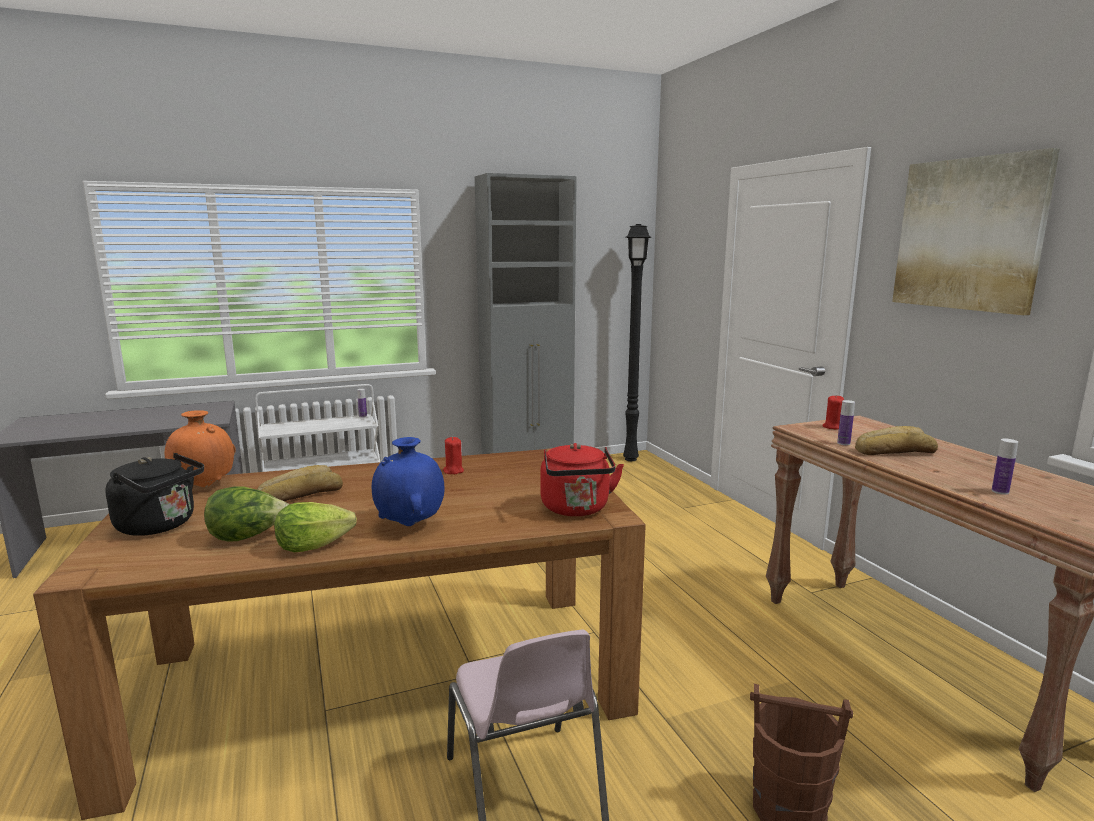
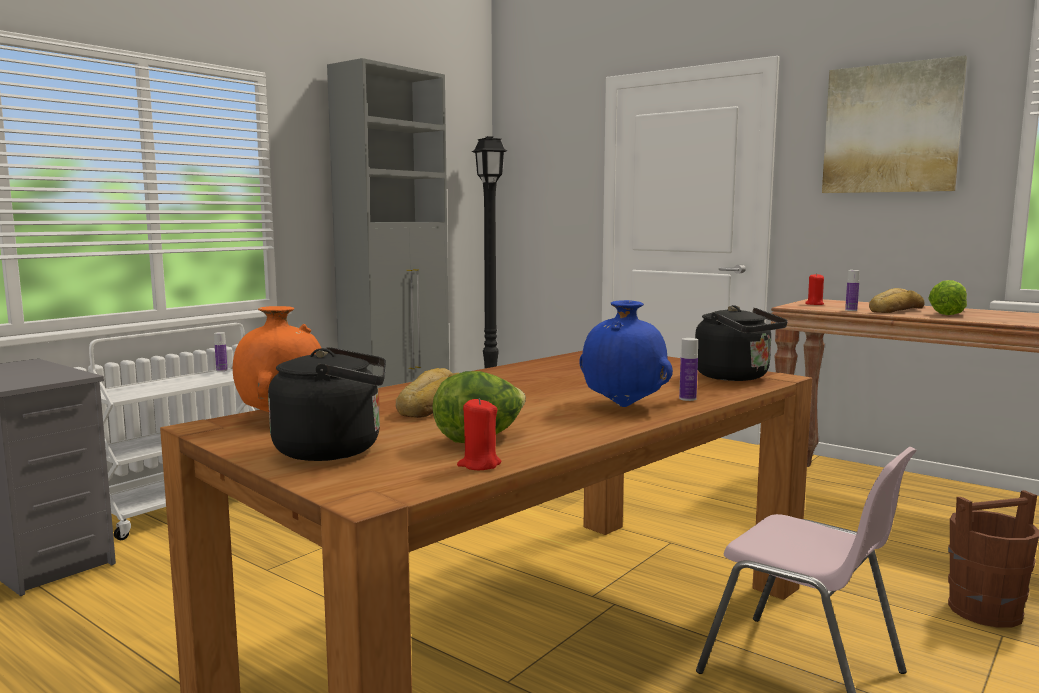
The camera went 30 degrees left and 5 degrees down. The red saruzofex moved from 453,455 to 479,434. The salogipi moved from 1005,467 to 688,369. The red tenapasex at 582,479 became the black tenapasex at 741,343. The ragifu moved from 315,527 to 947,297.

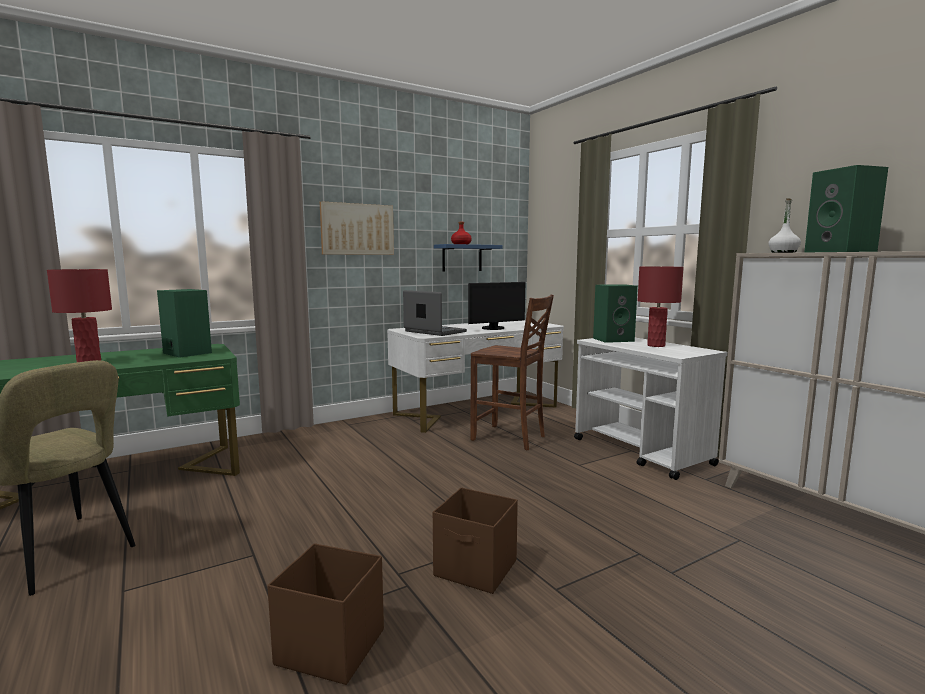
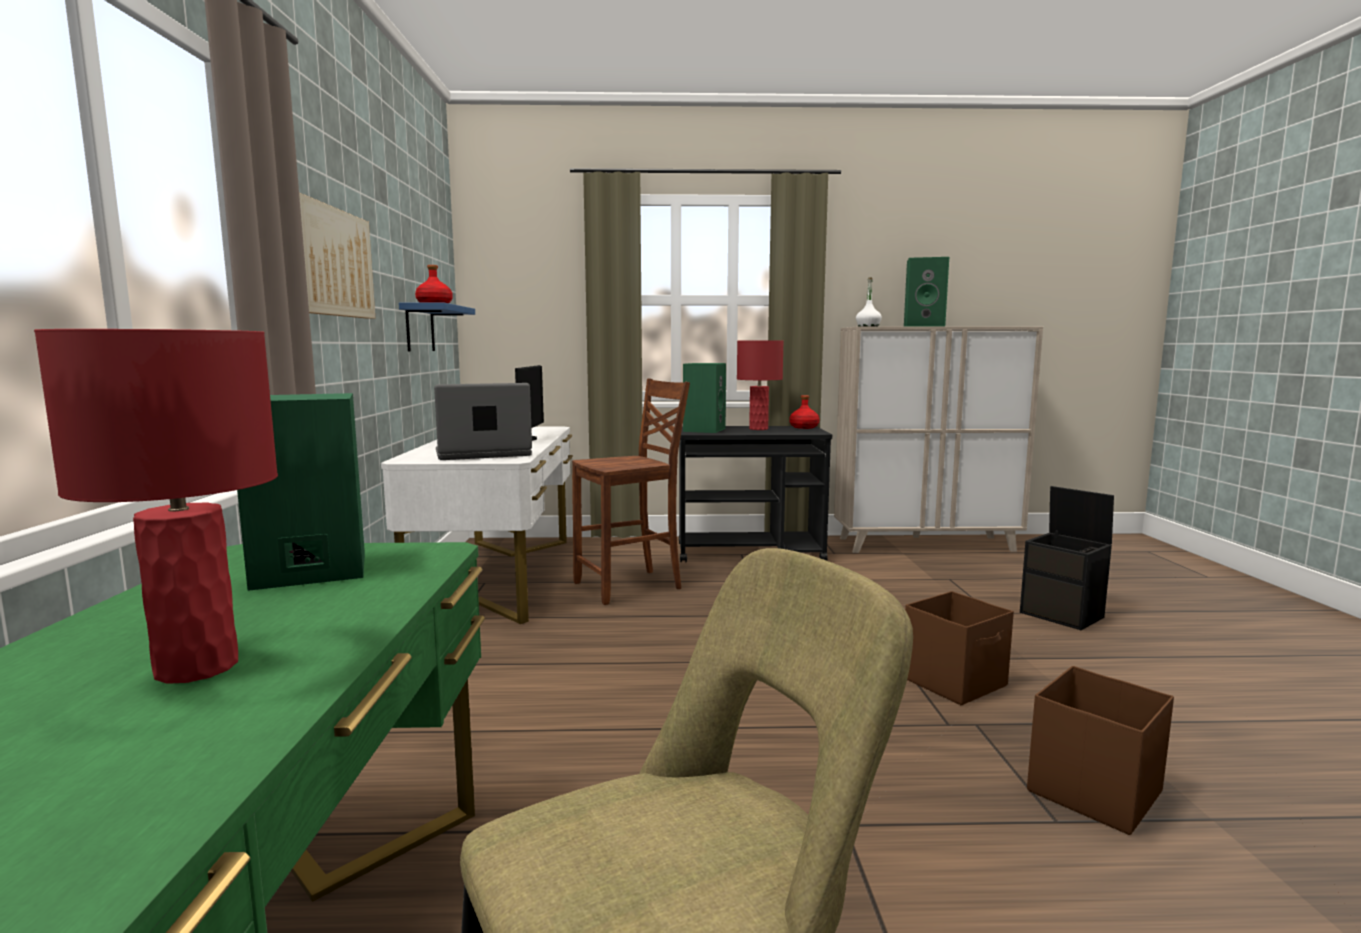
The camera went 60 degrees left and 0 degrees up. The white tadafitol at 650,409 became the black tadafitol at 755,494. The red salogipi at 804,412 appeared. The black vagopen at 1067,558 appeared.

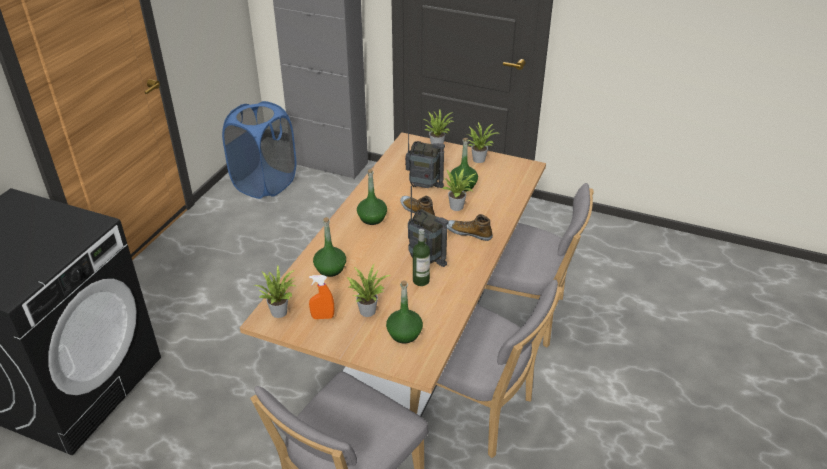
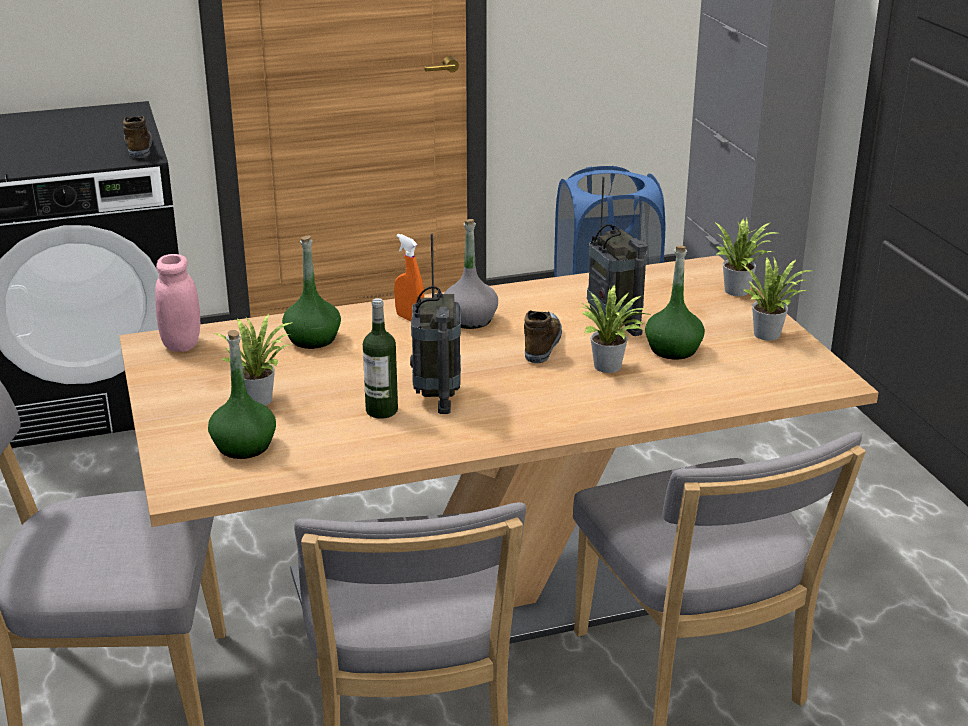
The camera went 50 degrees right and 10 degrees down. The green salogipi at 372,197 became the grey salogipi at 471,274. The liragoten moved from 470,227 to 137,136. The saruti at 274,291 was replaced by the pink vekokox at 177,303. The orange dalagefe moved from 321,297 to 409,277.

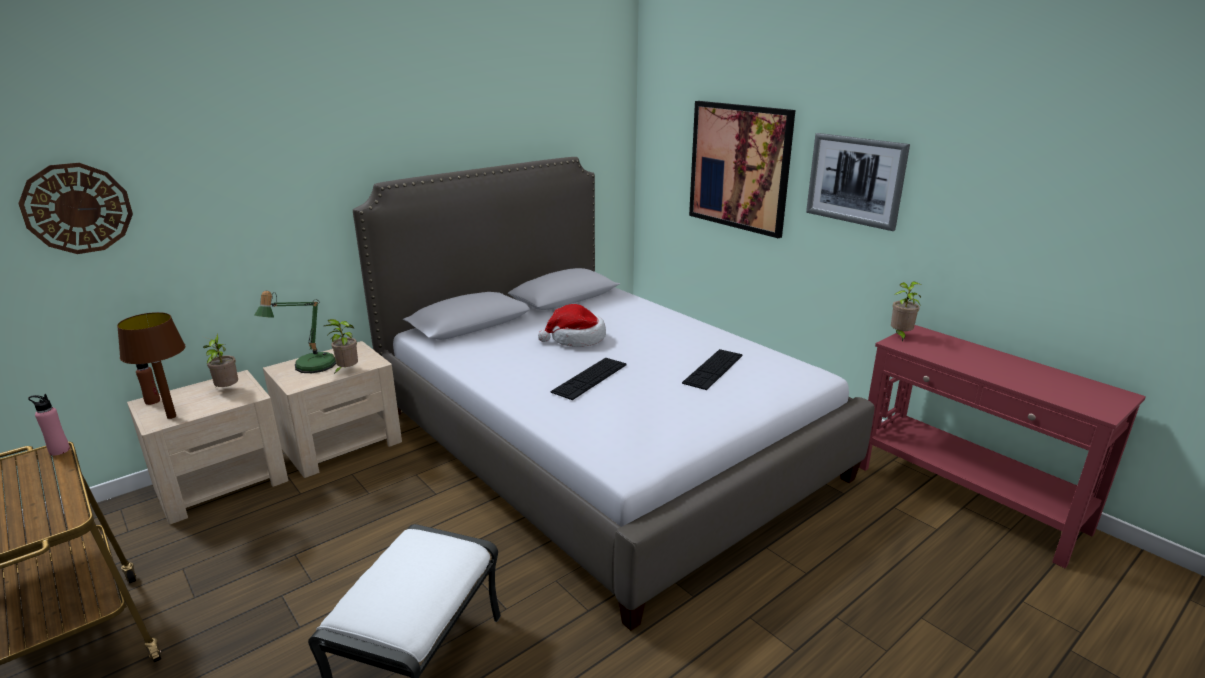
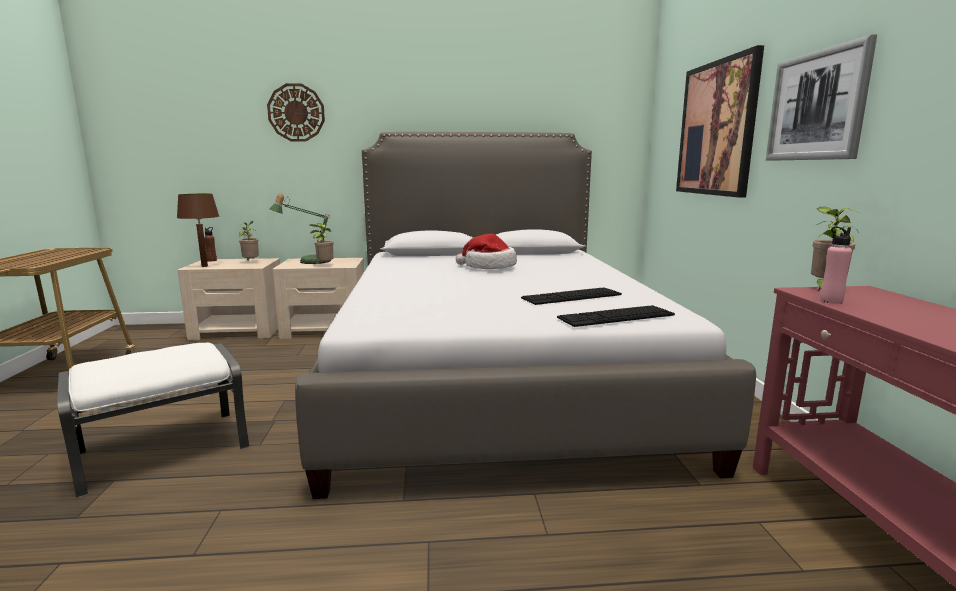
The camera went 35 degrees right and 10 degrees down. The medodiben moved from 75,208 to 296,112. The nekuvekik moved from 589,379 to 616,316. The pink salogipi moved from 49,425 to 836,265.

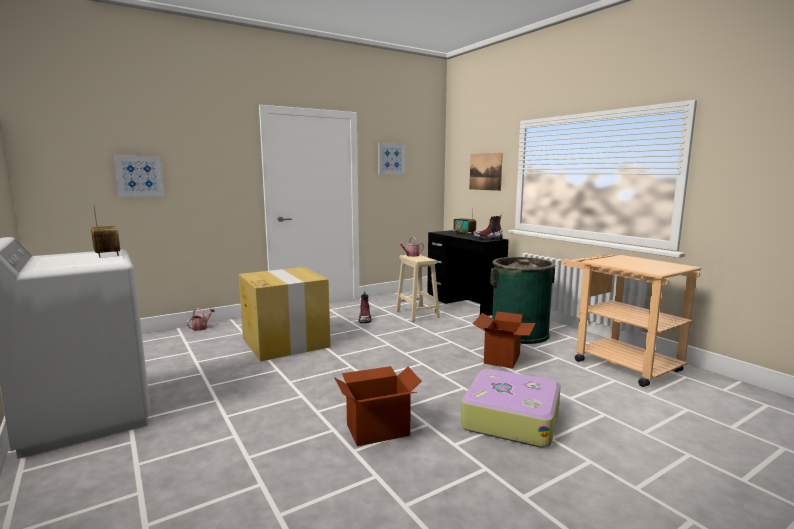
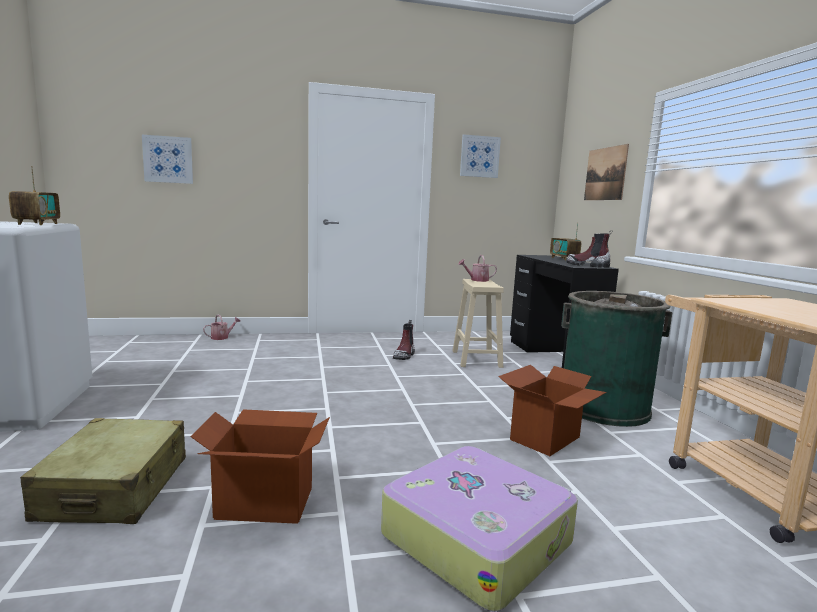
The camera went 20 degrees right and 0 degrees up. The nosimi at 285,314 disappeared. The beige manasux at 103,471 appeared.

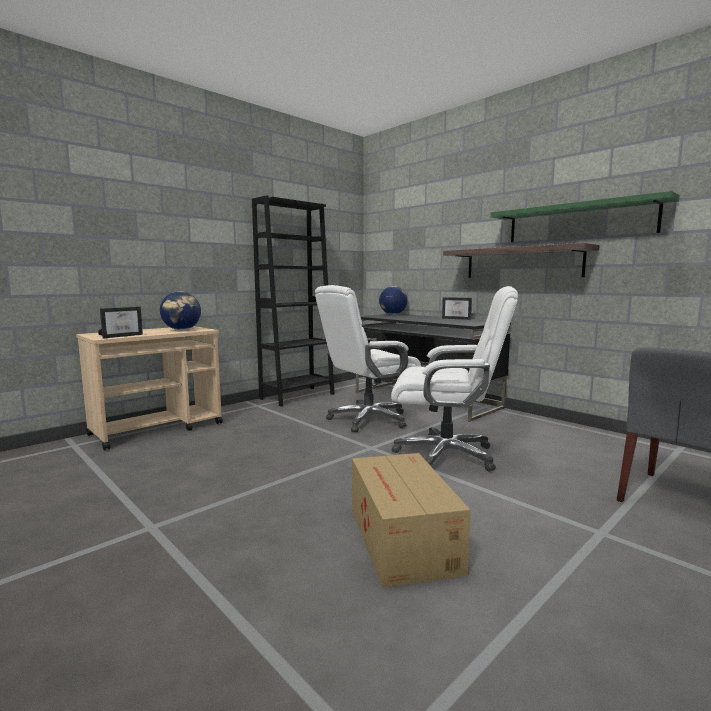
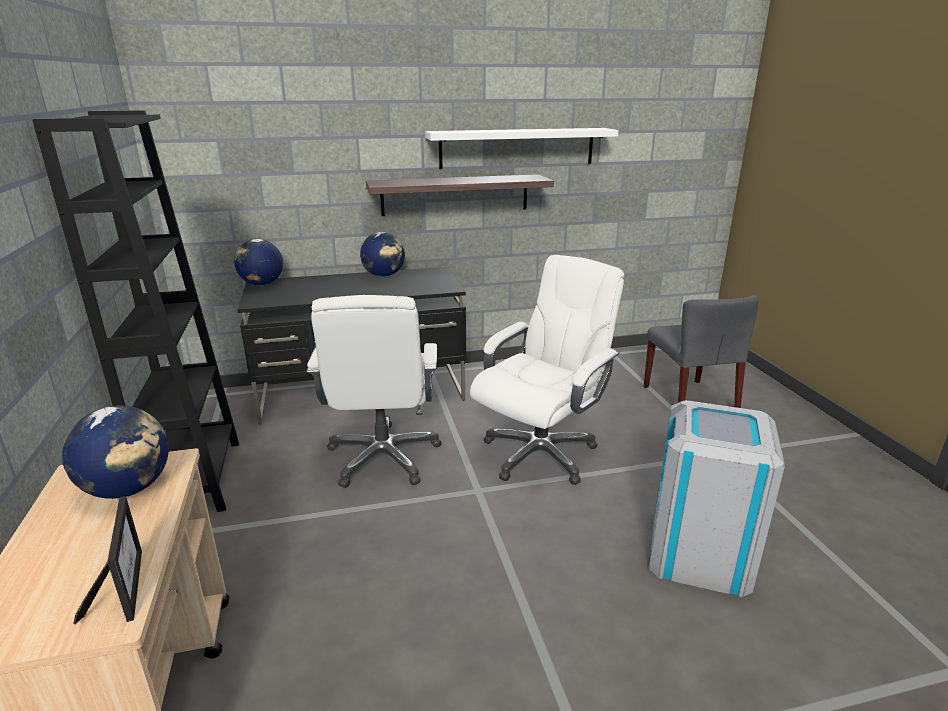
The camera went 60 degrees left and 15 degrees up. The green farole at 585,216 became the white farole at 521,148. The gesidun at 457,308 was replaced by the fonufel at 382,254. The nosimi at 411,520 was replaced by the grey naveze at 717,498.

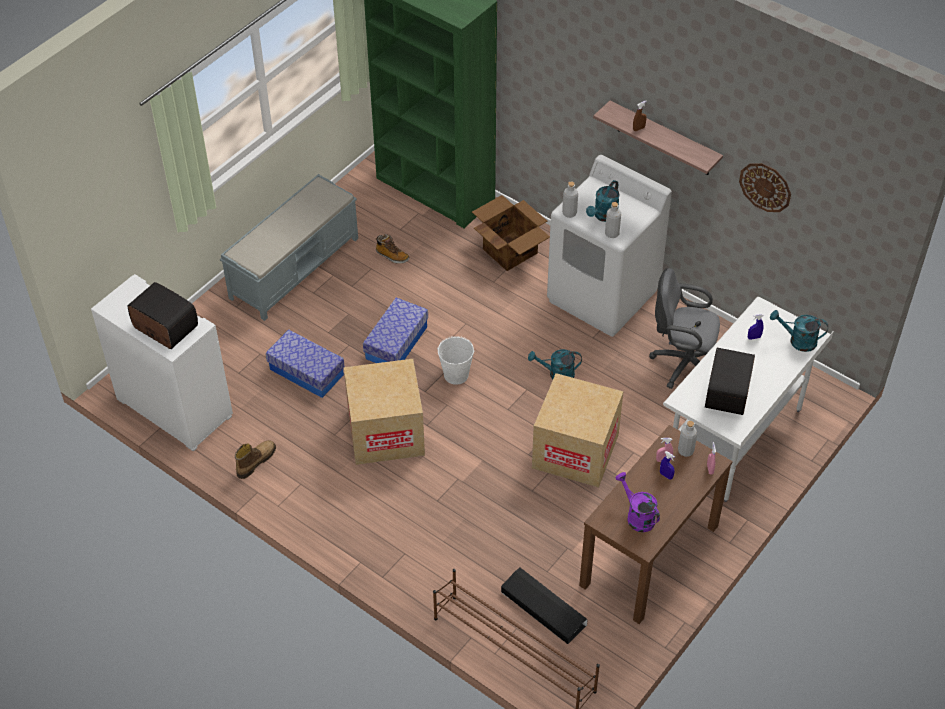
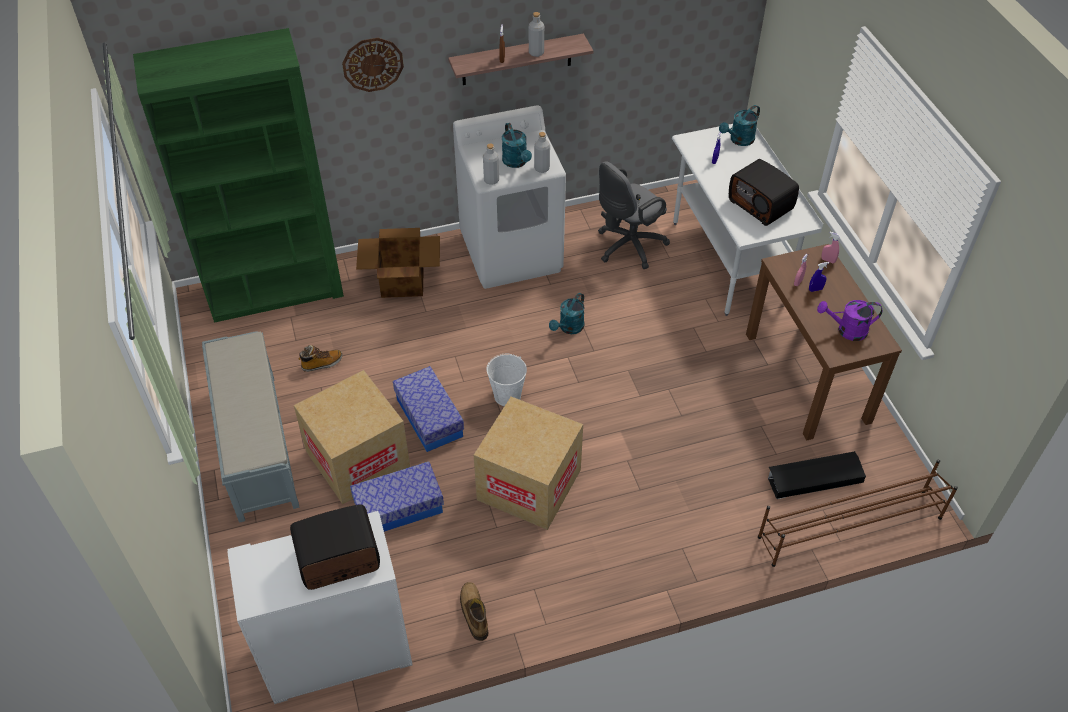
The camera went 55 degrees left and 0 degrees up. The medodiben moved from 765,187 to 373,65. The nosimi moved from 577,430 to 352,437. The grey salogipi moved from 687,439 to 536,34.

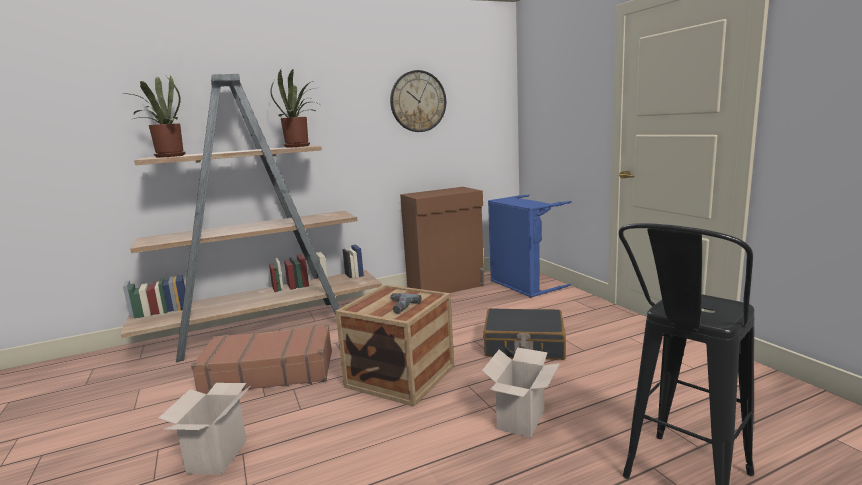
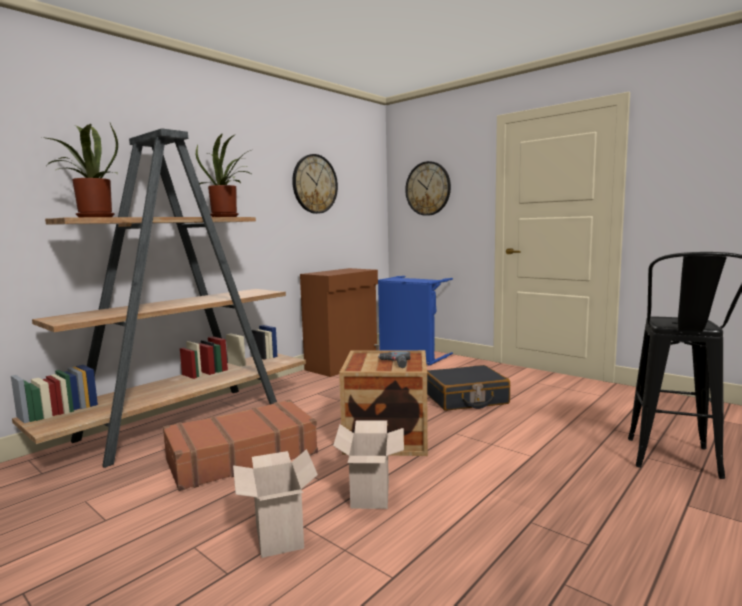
The camera went 25 degrees left and 5 degrees down. The nosimi moved from 521,392 to 368,464. The medodiben at 428,188 appeared.

